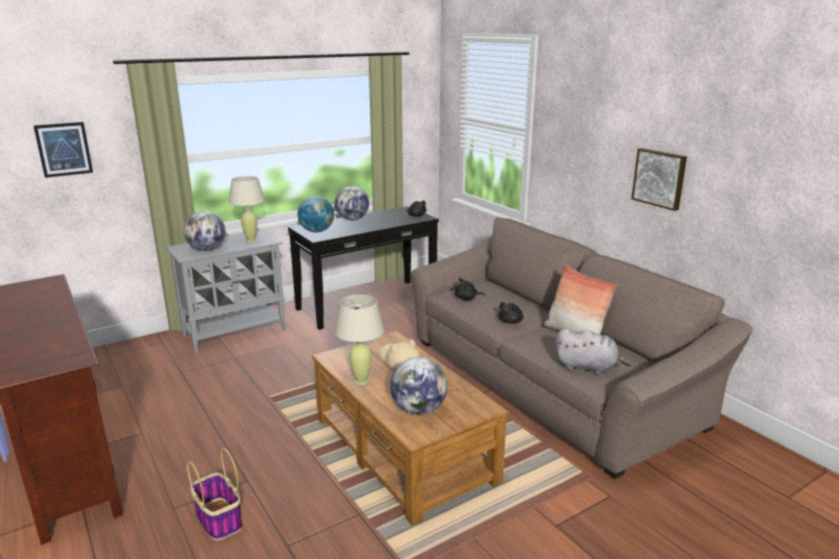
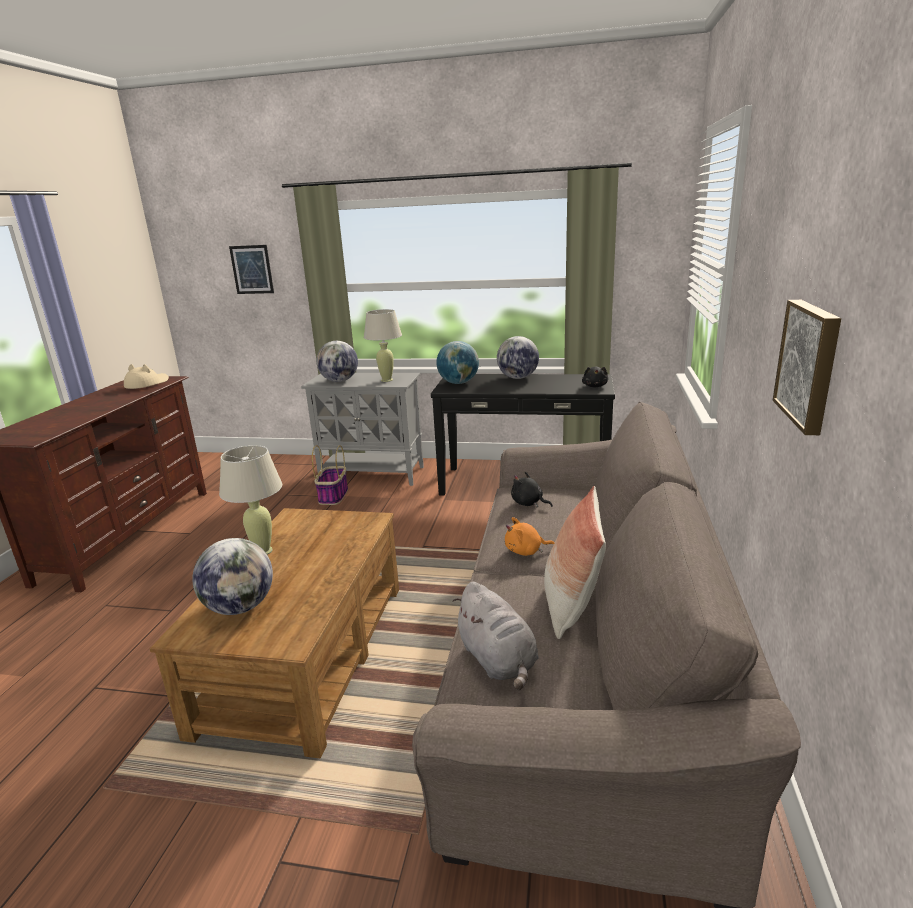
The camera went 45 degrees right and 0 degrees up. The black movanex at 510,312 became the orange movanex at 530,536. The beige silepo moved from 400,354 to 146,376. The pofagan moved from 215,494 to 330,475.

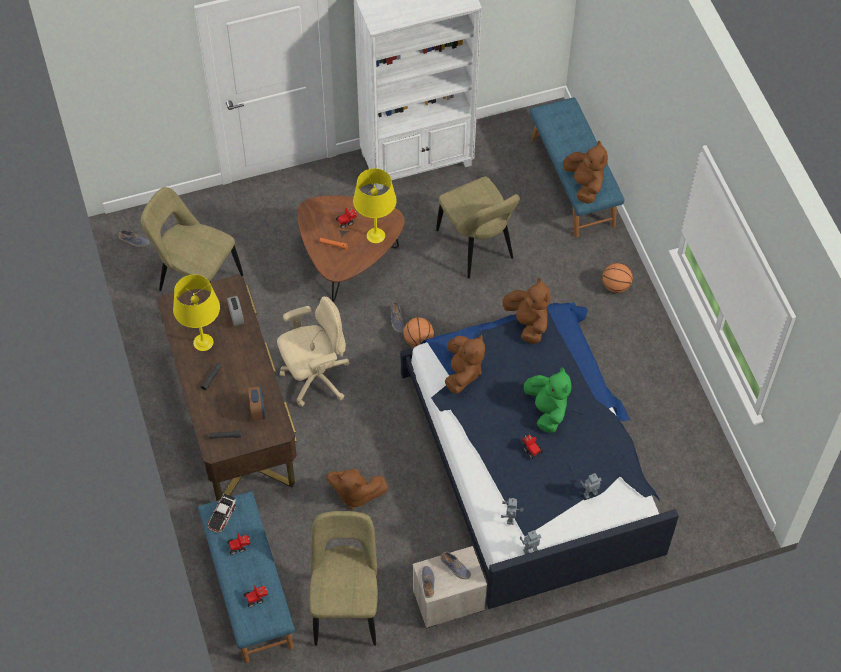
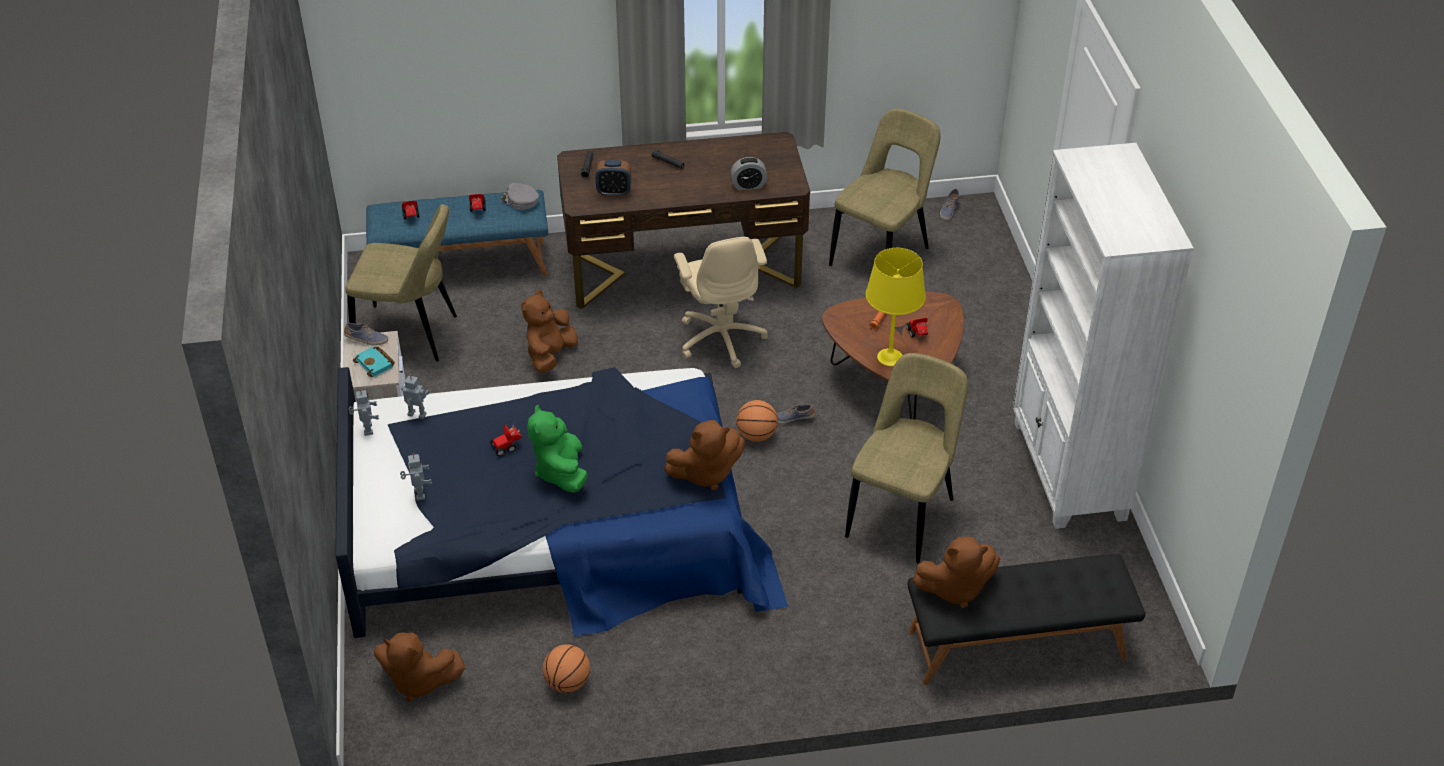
The camera went 100 degrees right and 15 degrees down. The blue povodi at 577,167 became the black povodi at 1026,619. The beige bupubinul at 478,227 turned 135 degrees clockwise. The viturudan moved from 617,278 to 566,668. The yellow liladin at 196,313 disappeared. The brown movanex moved from 465,364 to 419,667. The green movanex at 548,400 turned 90 degrees clockwise. The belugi at 222,513 was replaced by the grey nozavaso at 520,196. The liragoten at 455,565 was replaced by the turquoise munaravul at 374,361.

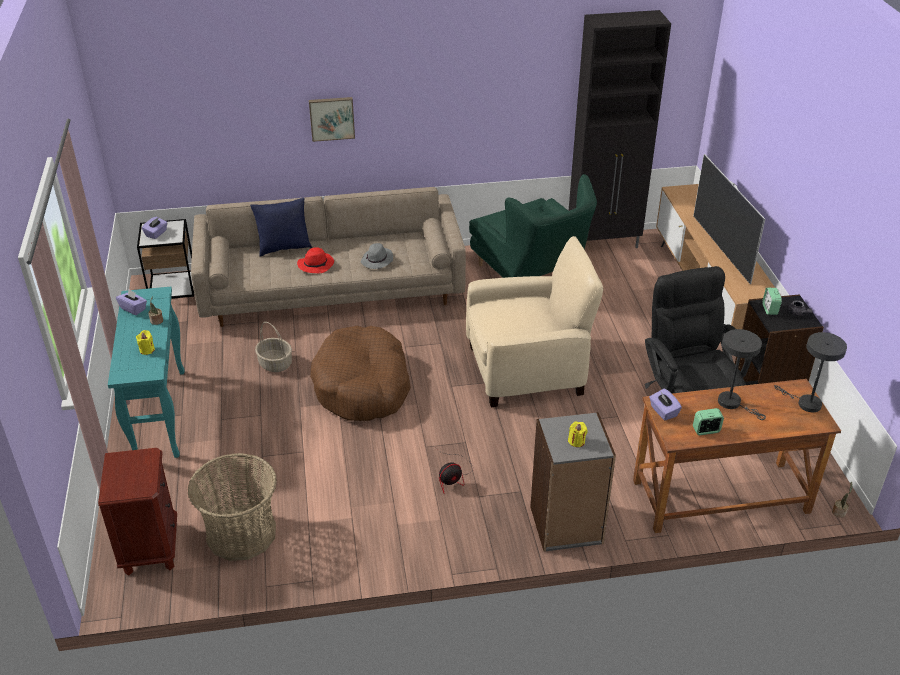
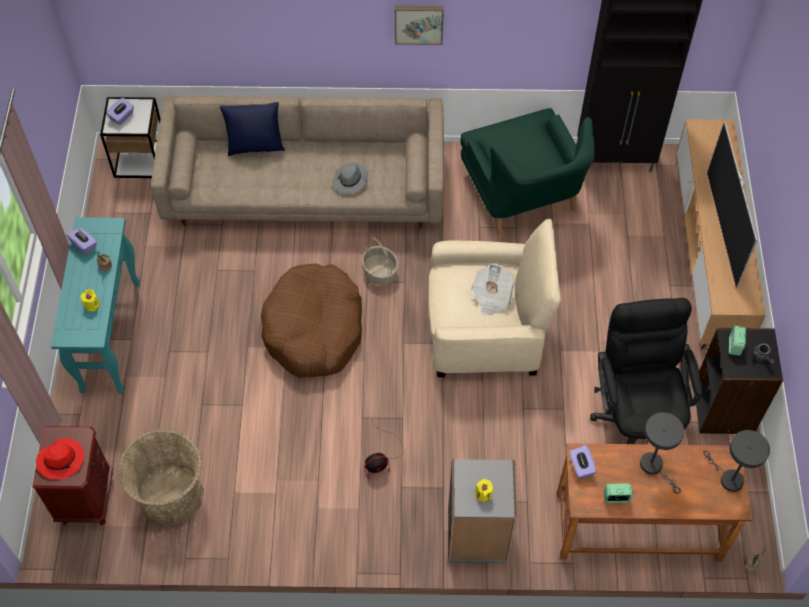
The camera went 10 degrees right and 20 degrees up. The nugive moved from 332,119 to 419,25. The red silepo moved from 315,260 to 60,458. The pofagan moved from 273,347 to 380,261. The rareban at 493,289 appeared.

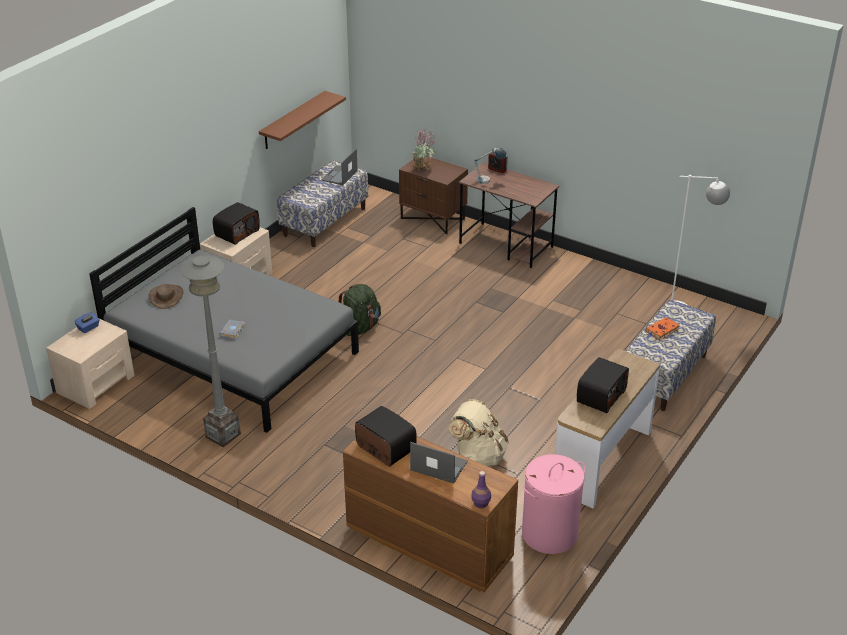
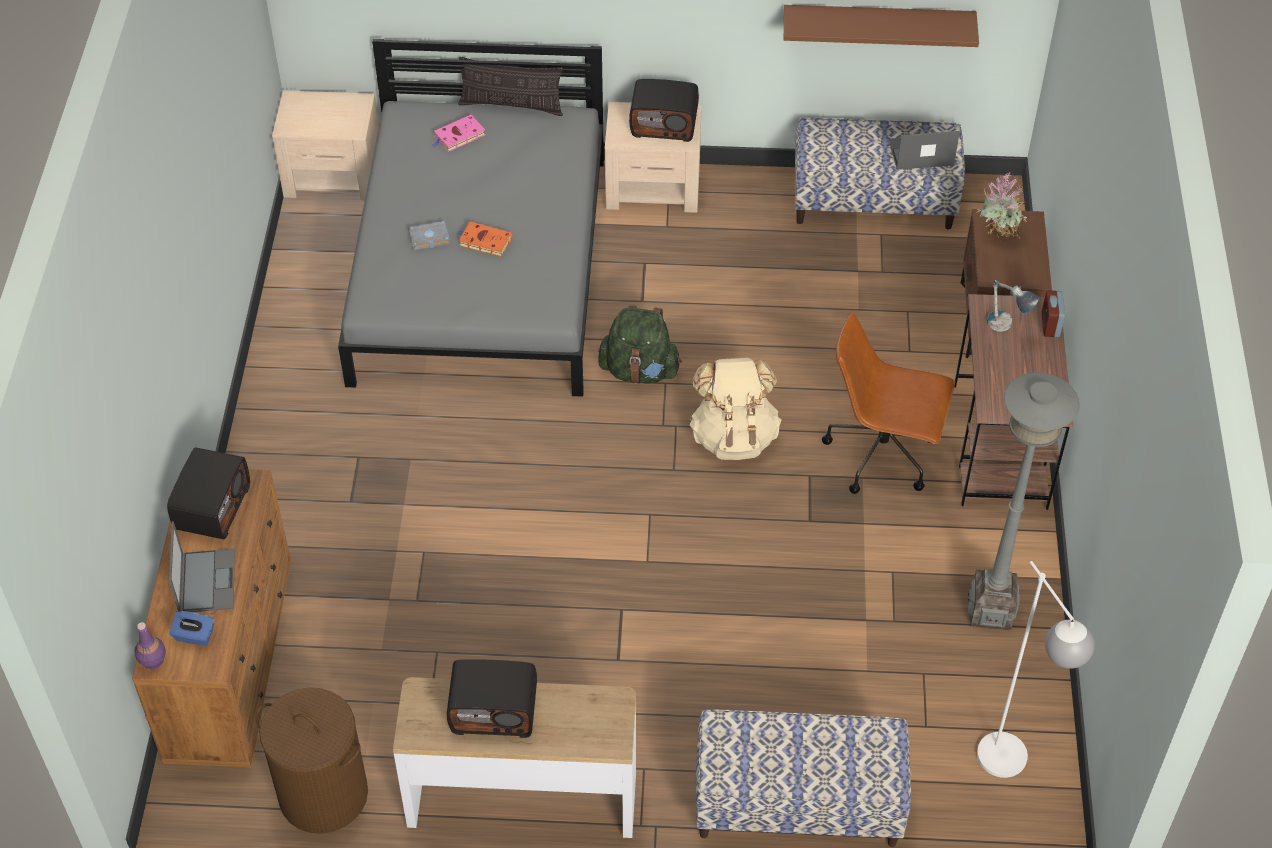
The camera went 60 degrees right and 15 degrees up. The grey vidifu moved from 210,351 to 1024,501. The brown silepo at 166,296 was replaced by the pink munaravul at 458,133. The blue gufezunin moved from 87,322 to 192,628. The orange munaravul moved from 663,328 to 485,239. The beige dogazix moved from 479,433 to 735,409. The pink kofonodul at 554,504 became the brown kofonodul at 311,760. The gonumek at 510,86 appeared. The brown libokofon at 888,403 appeared.

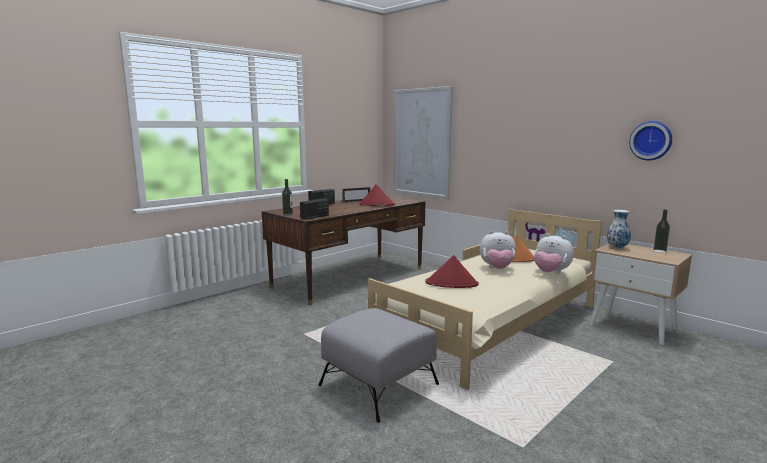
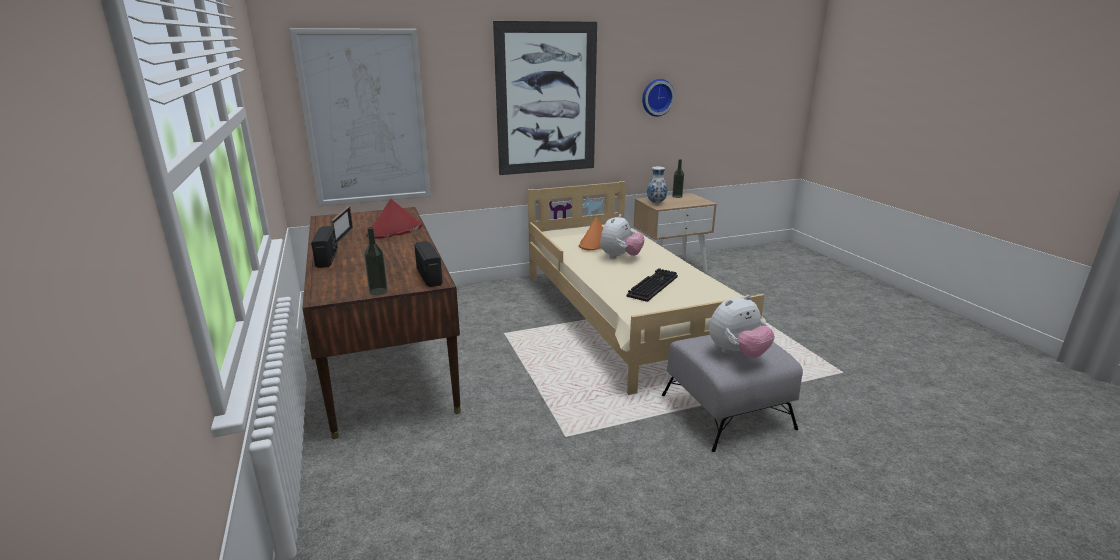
The camera went 65 degrees left and 10 degrees up. The movanex moved from 554,253 to 742,326. The red silepo at 452,271 was replaced by the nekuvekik at 652,285. The nugive at 545,98 appeared.

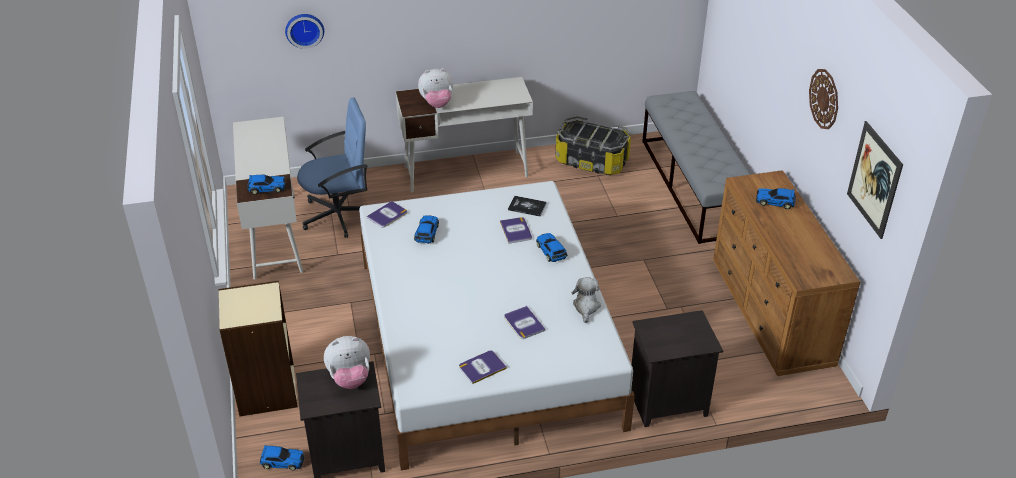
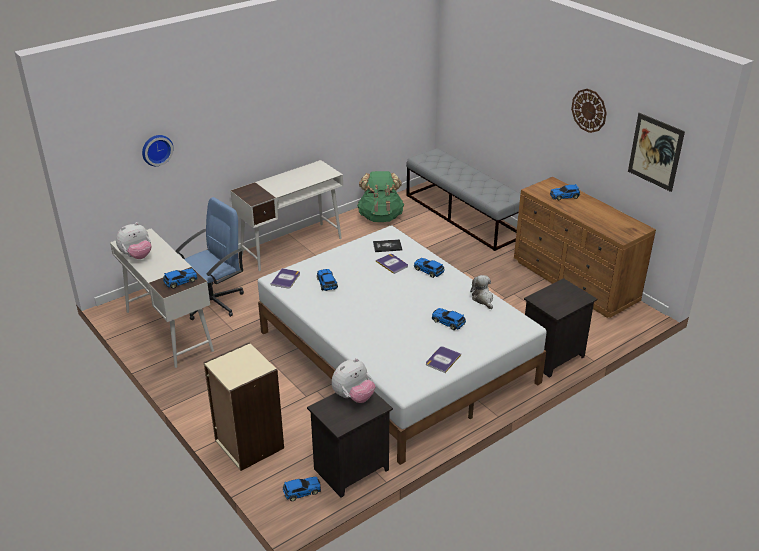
The camera went 25 degrees left and 5 degrees down. The movanex moved from 435,88 to 134,240. The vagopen at 593,145 was replaced by the green dogazix at 380,196. The munaravul at 525,322 was replaced by the belugi at 449,319.

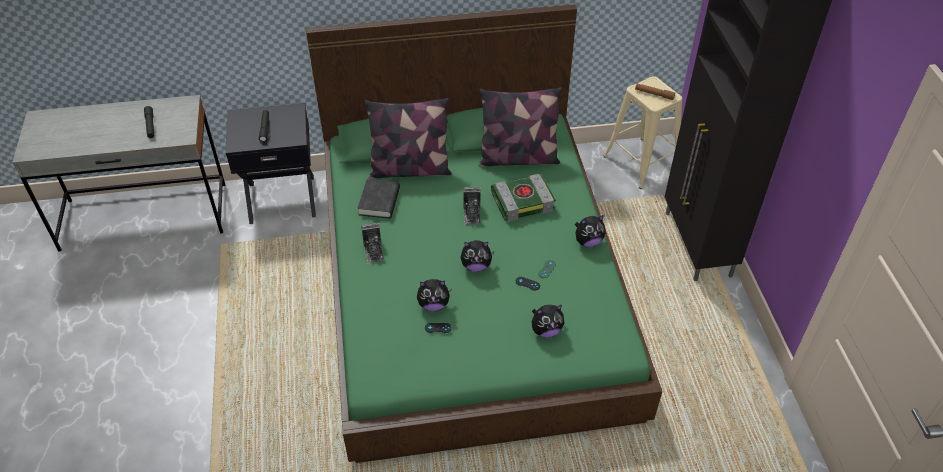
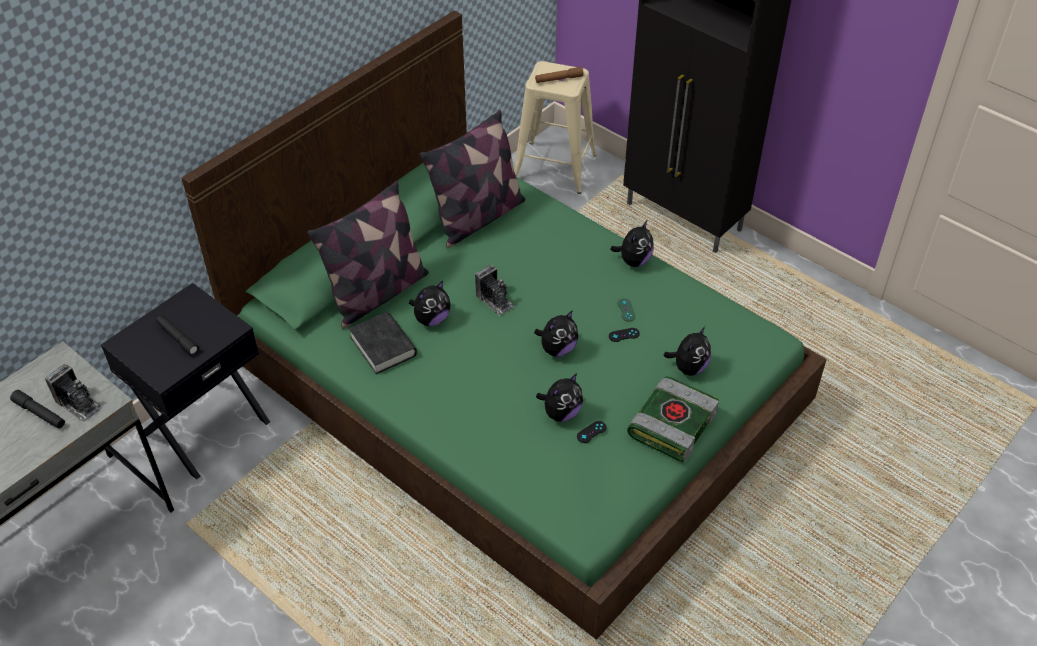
The camera went 40 degrees left and 0 degrees up. The munaravul moved from 523,198 to 673,419. The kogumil moved from 372,243 to 74,393. The movanex at 429,303 appeared.

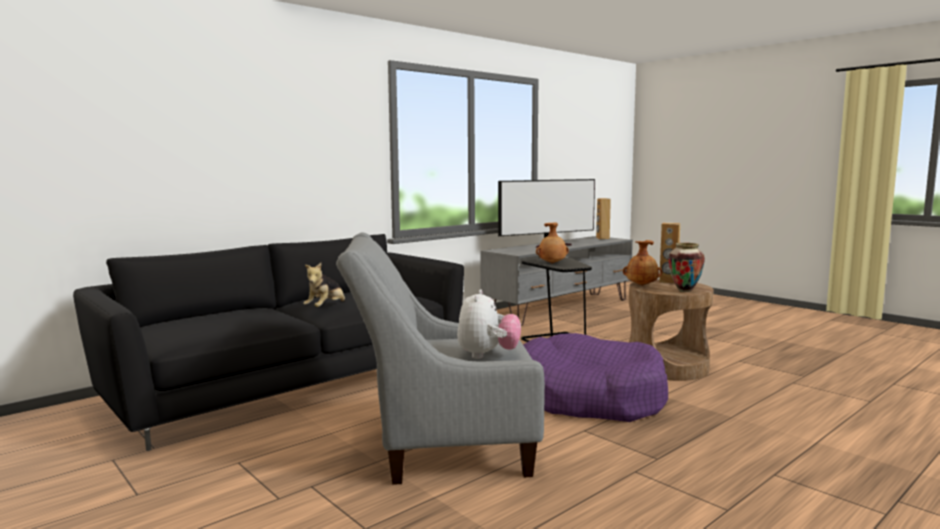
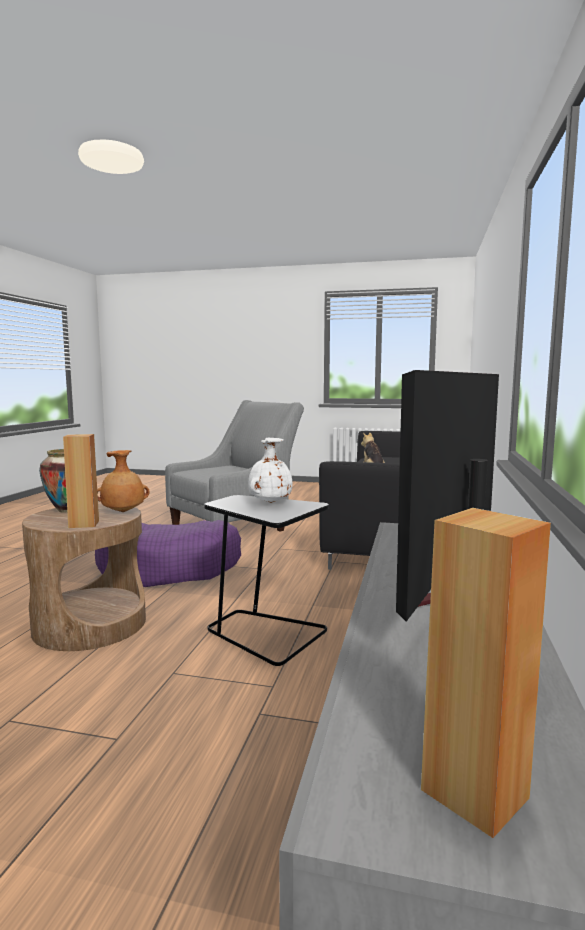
The camera went 145 degrees right and 0 degrees up. The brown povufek at 552,243 became the white povufek at 270,470. The movanex at 489,324 disappeared.

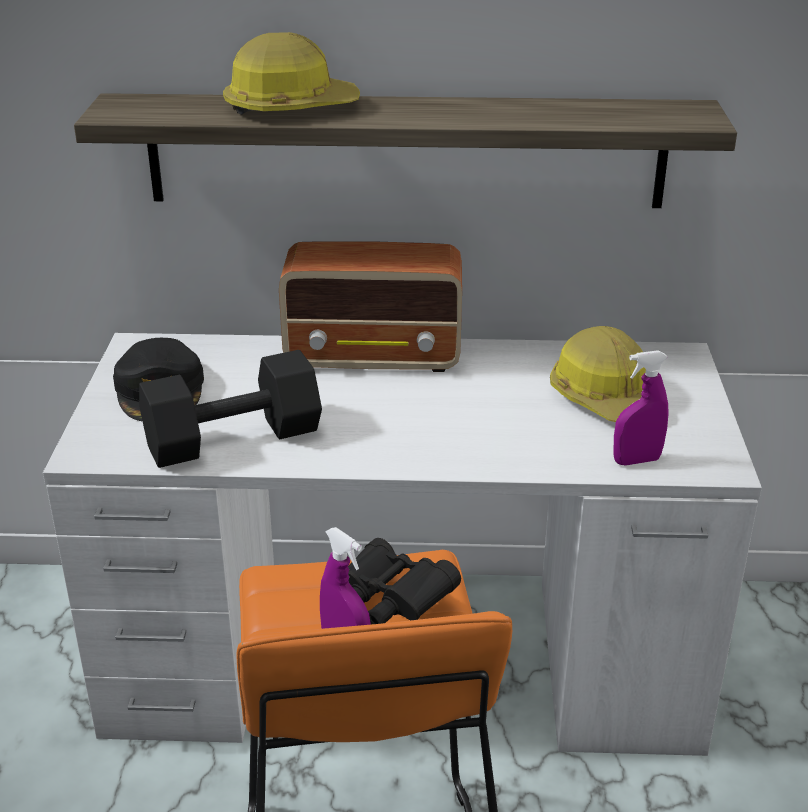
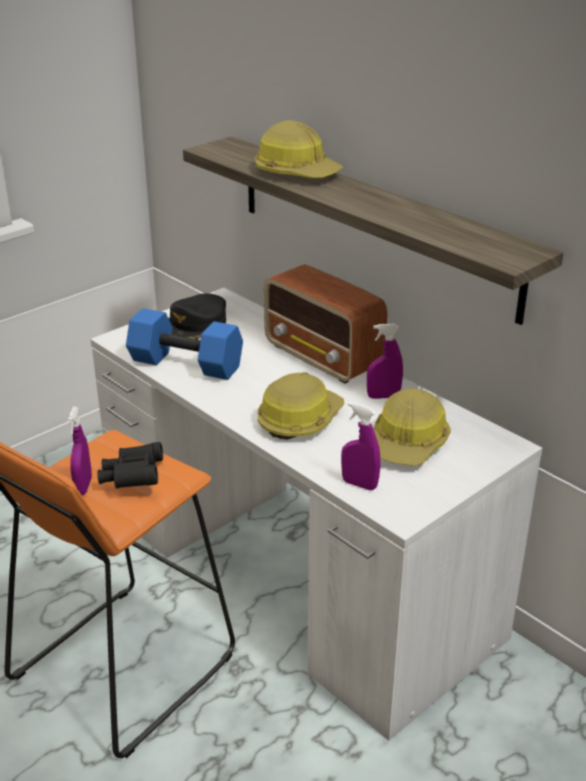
The camera went 45 degrees right and 0 degrees up. The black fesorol at 230,409 became the blue fesorol at 184,344. The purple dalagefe at 385,361 appeared. The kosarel at 301,406 appeared.

